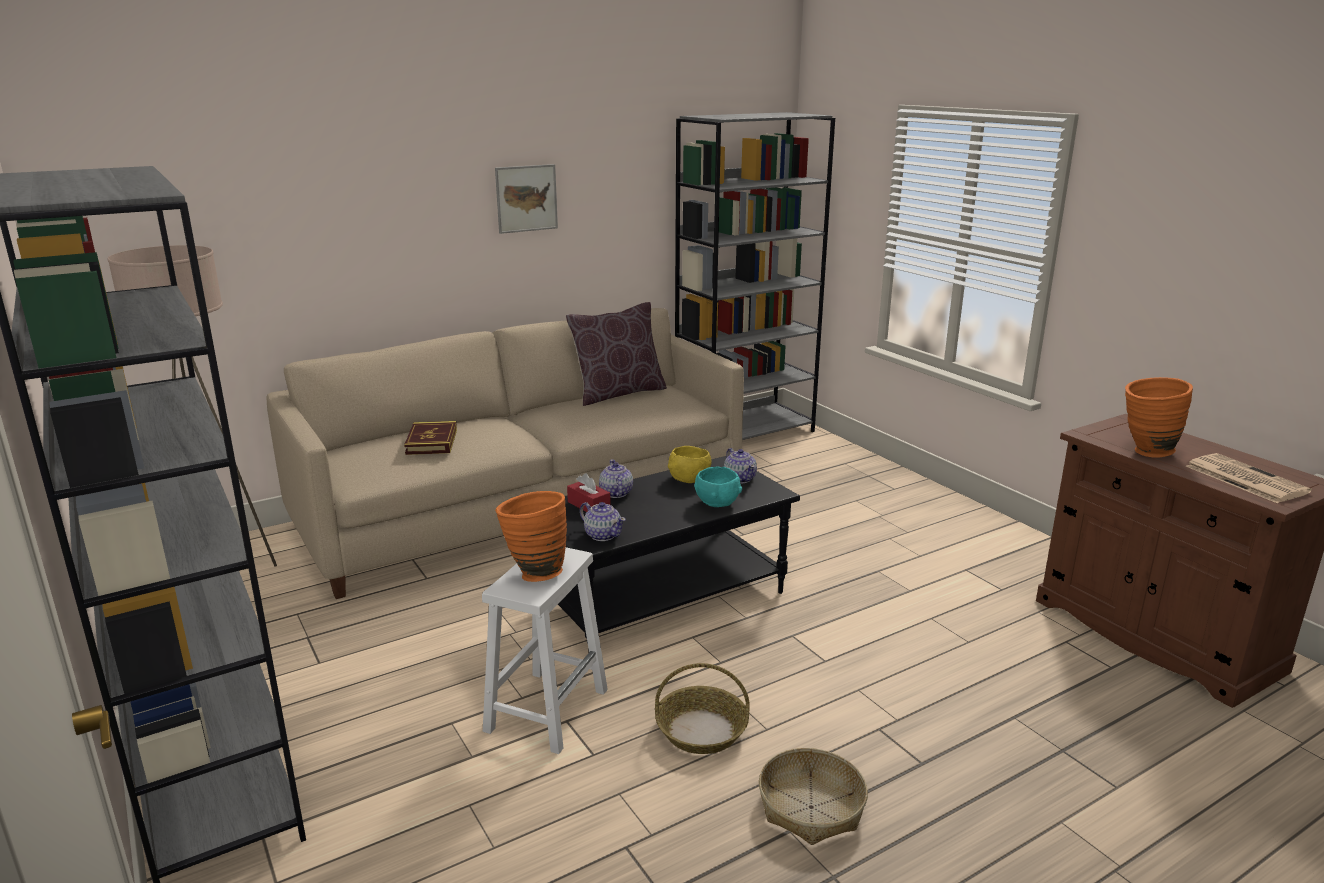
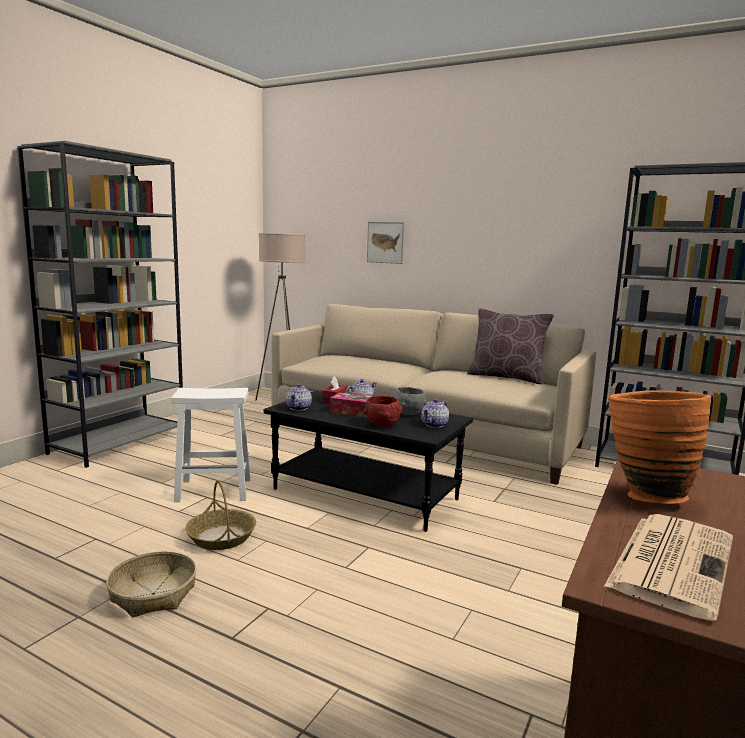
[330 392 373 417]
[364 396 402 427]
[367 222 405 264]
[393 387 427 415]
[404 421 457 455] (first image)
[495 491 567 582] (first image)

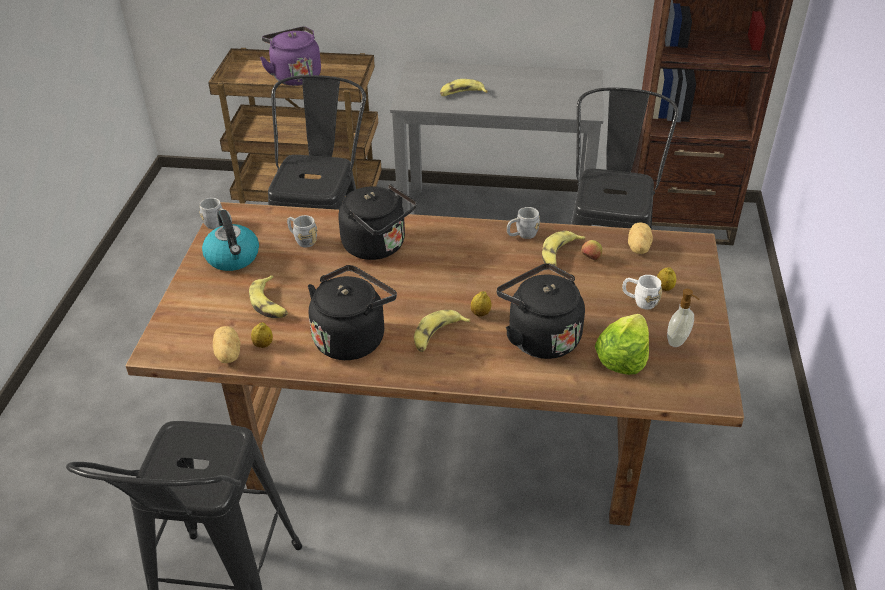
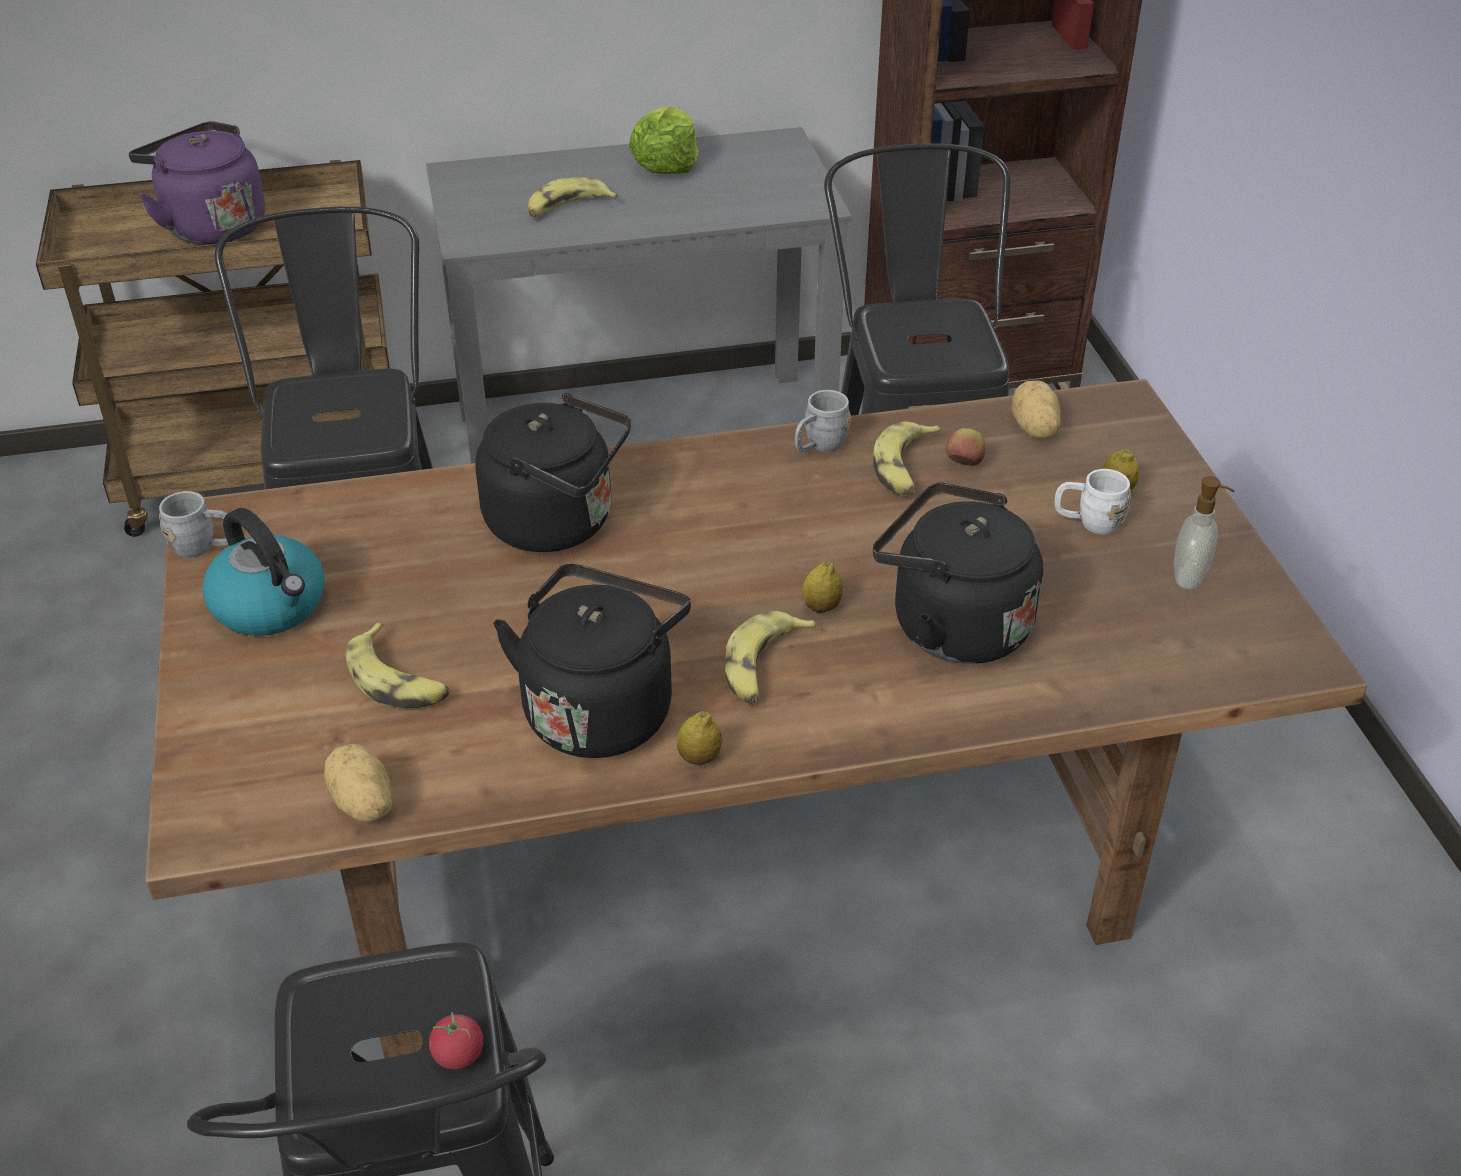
[429 1012 483 1069]
[629 106 699 174]
[677 711 722 765]
[287 215 317 248] (first image)

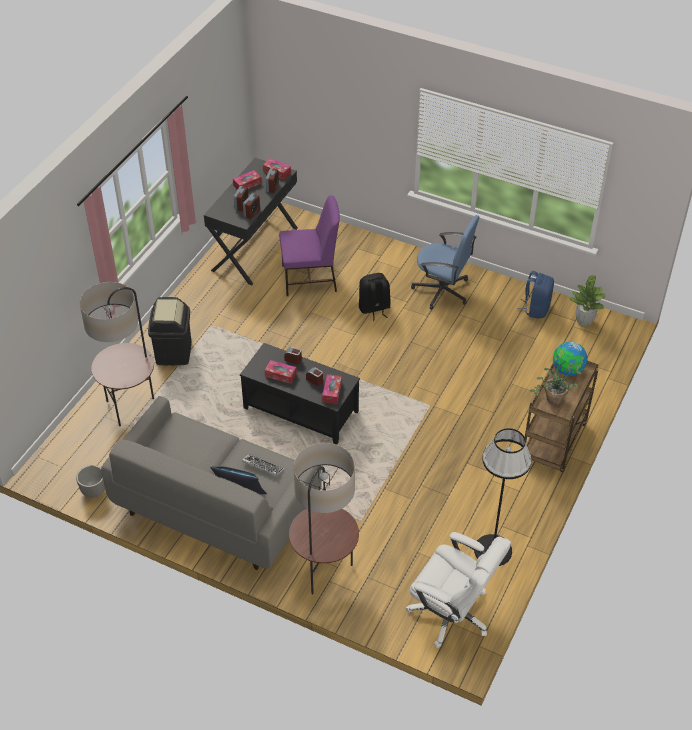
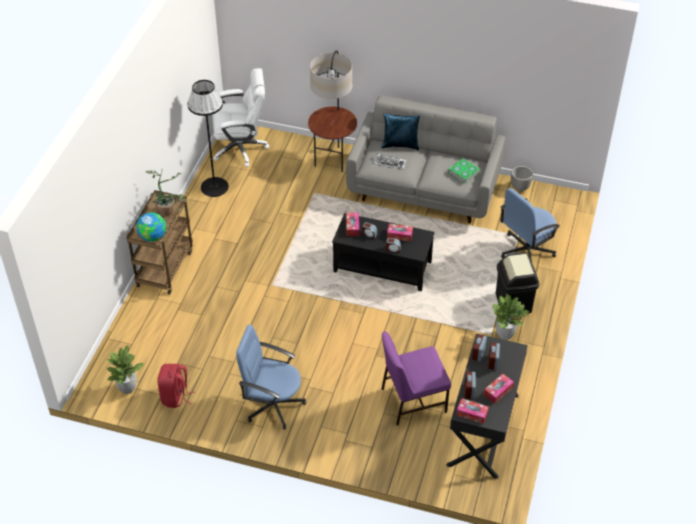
[157 364 195 408]
[212 68 269 167]
[448 158 480 184]
[493 294 529 340]
[500 188 560 262]
[359 273 391 321] (first image)

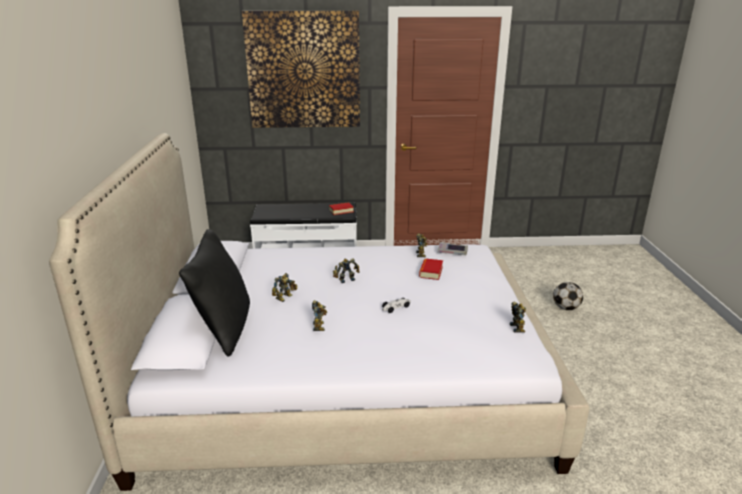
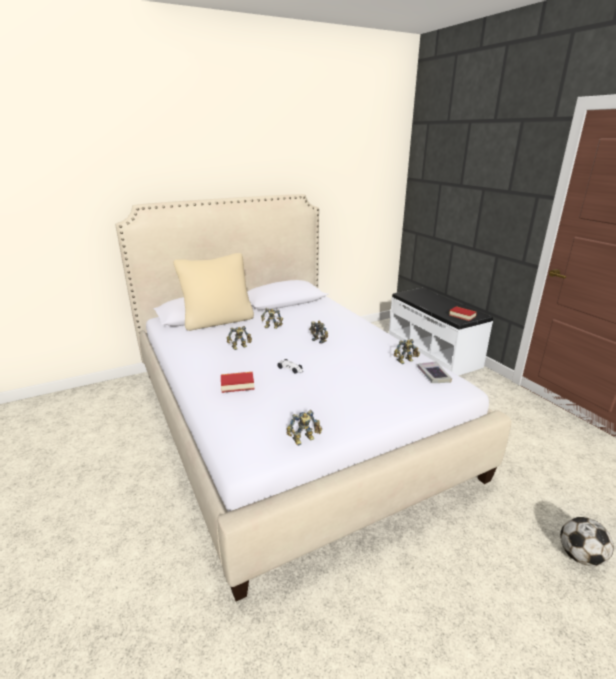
[174 253 254 331]
[221 372 255 393]
[242 11 360 128] (first image)

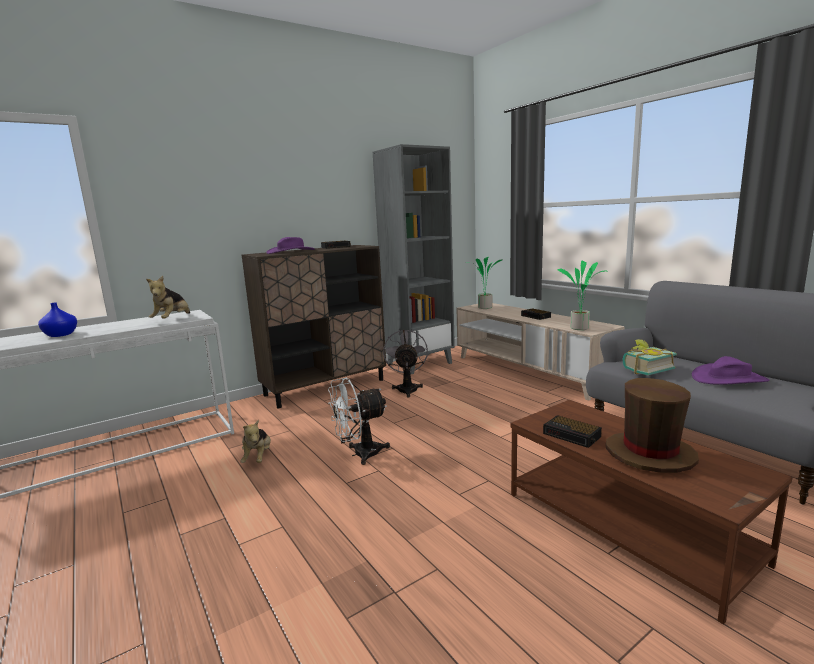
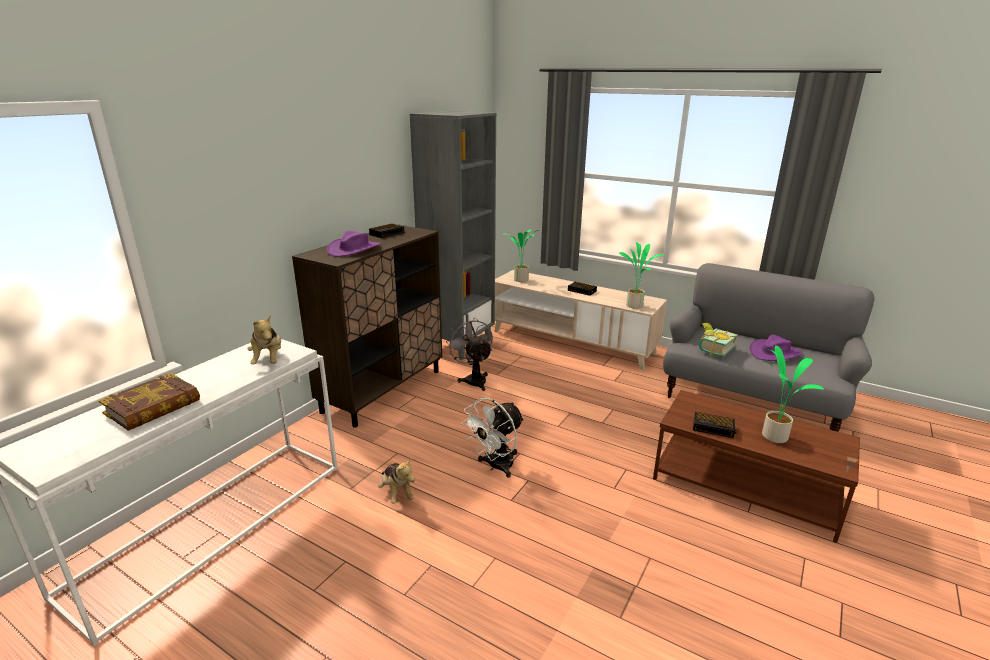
[99 373 200 431]
[762 346 824 443]

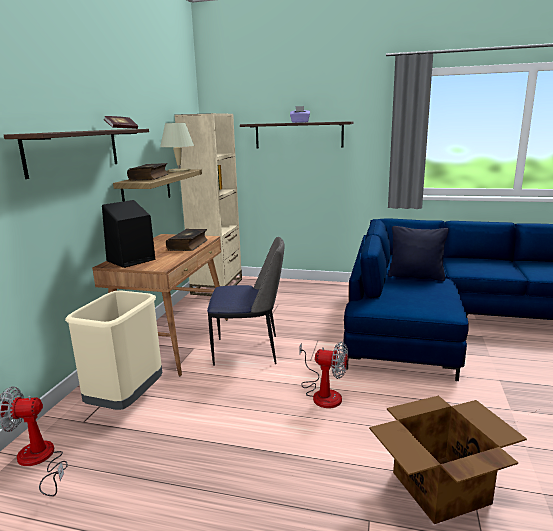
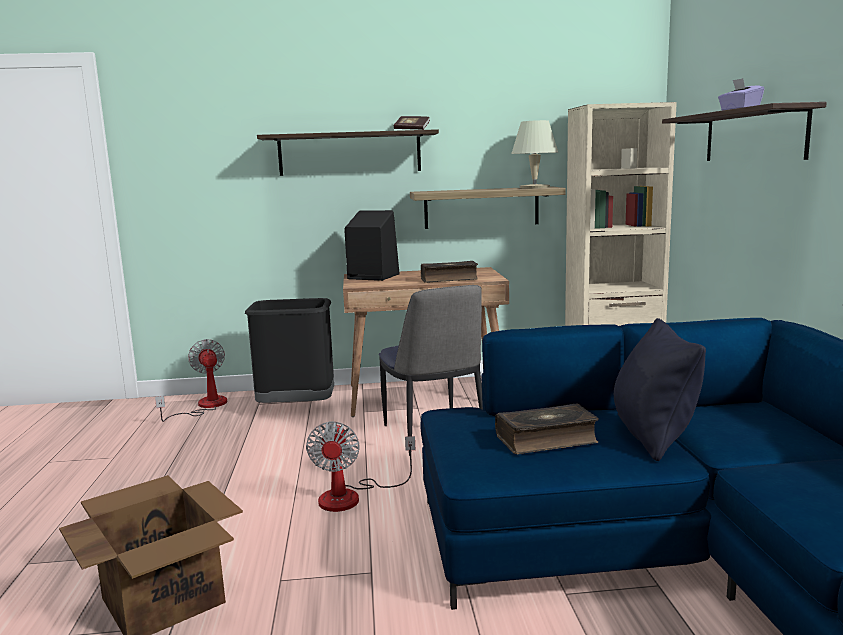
[245 298 334 403]
[495 403 599 454]

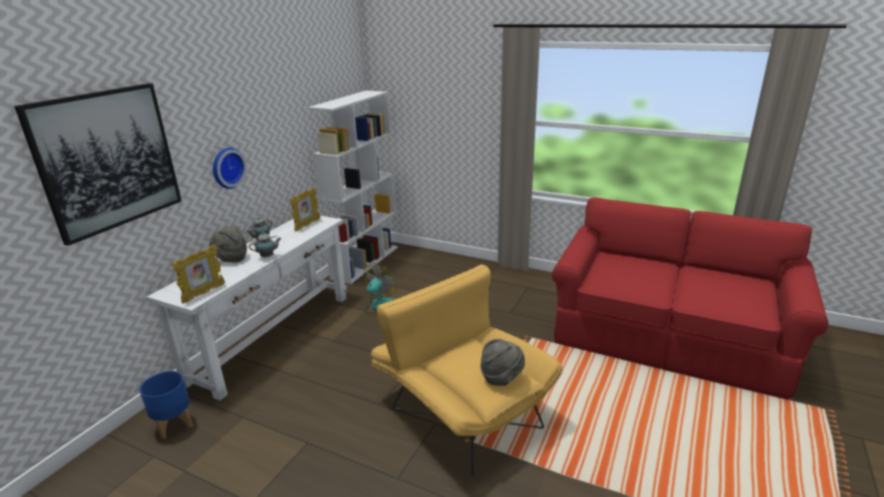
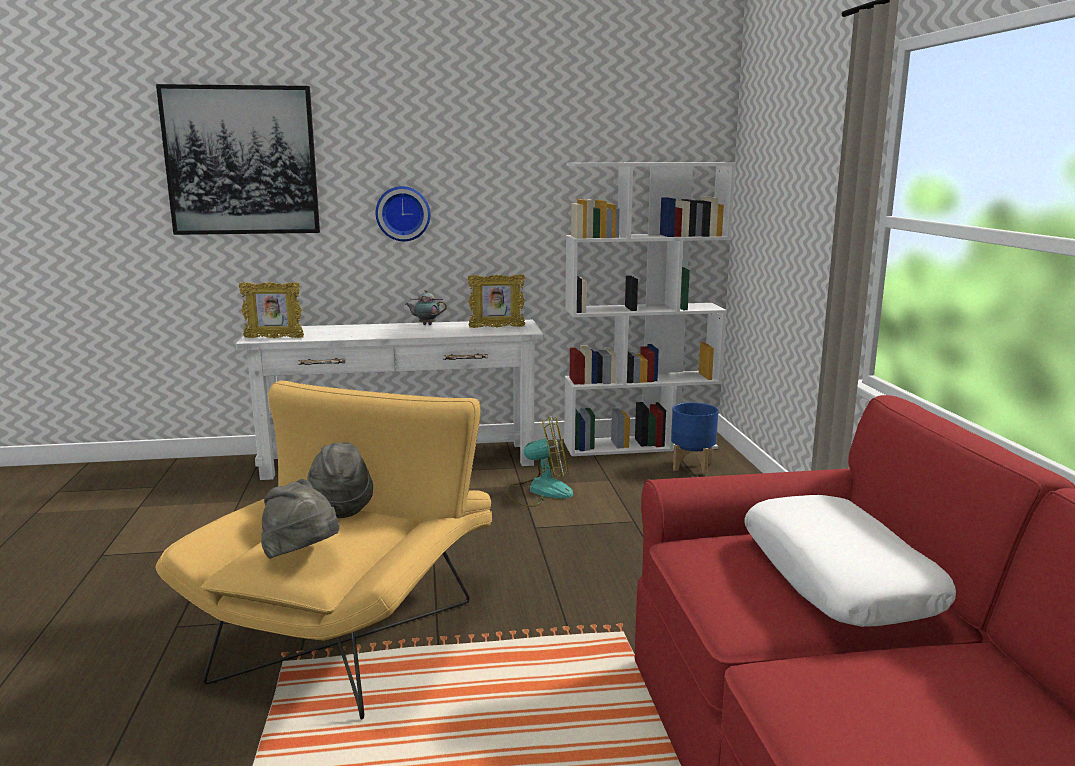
[307 442 373 518]
[671 402 718 475]
[744 495 956 627]
[249 232 281 258] (first image)

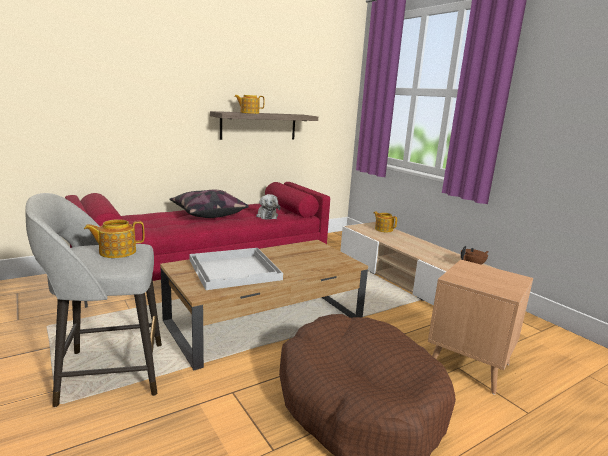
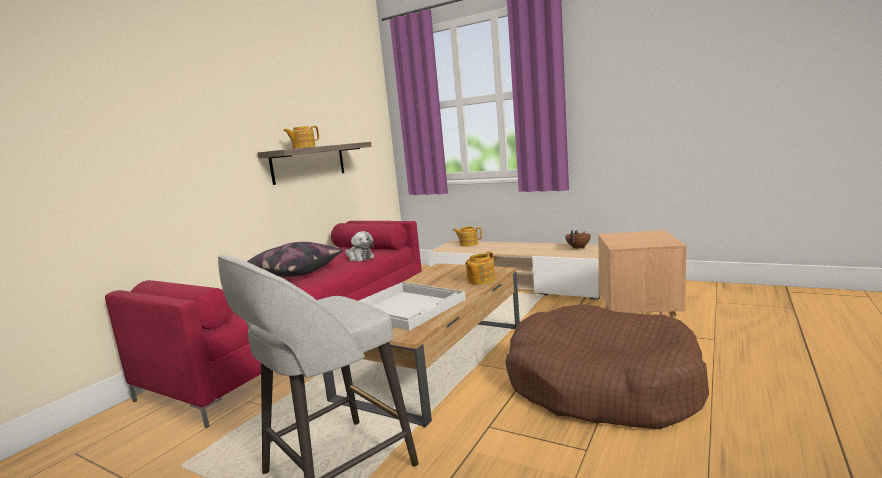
[465 252 495 285]

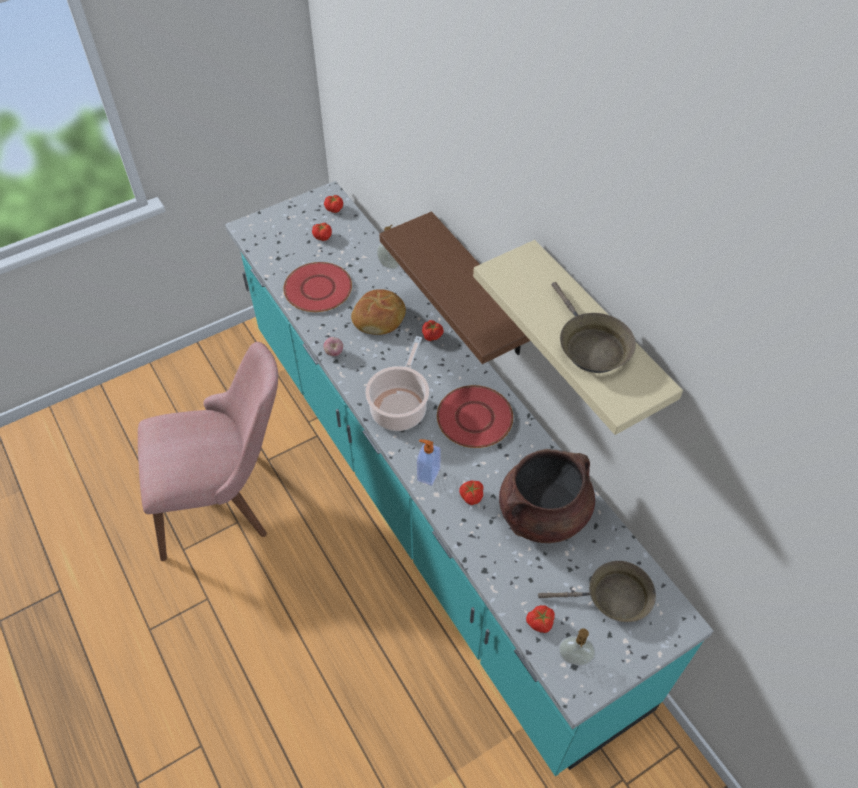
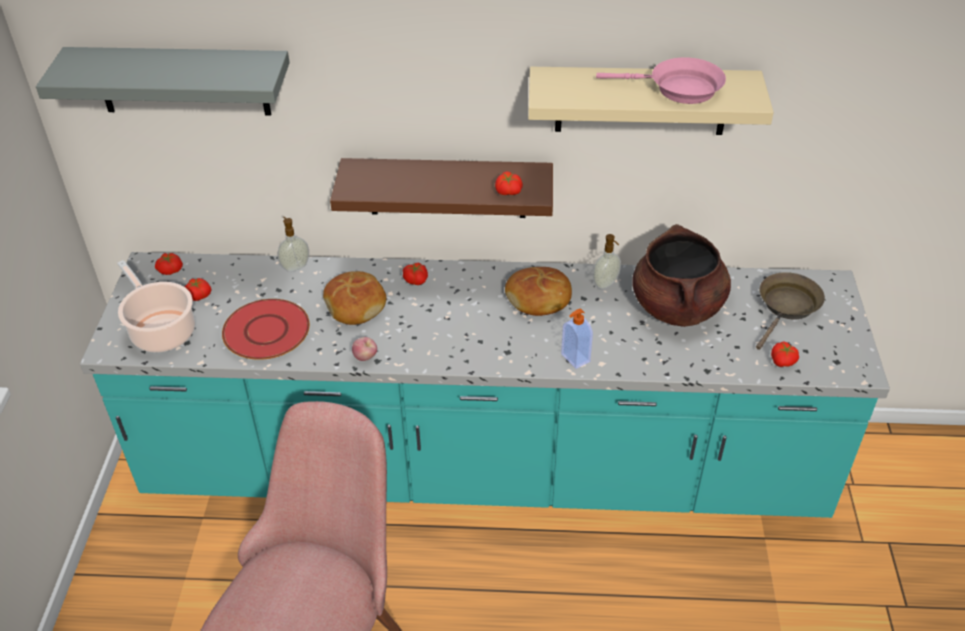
[36 47 290 116]
[117 260 195 352]
[495 171 523 195]
[505 267 572 316]
[593 234 621 289]
[596 57 726 104]

